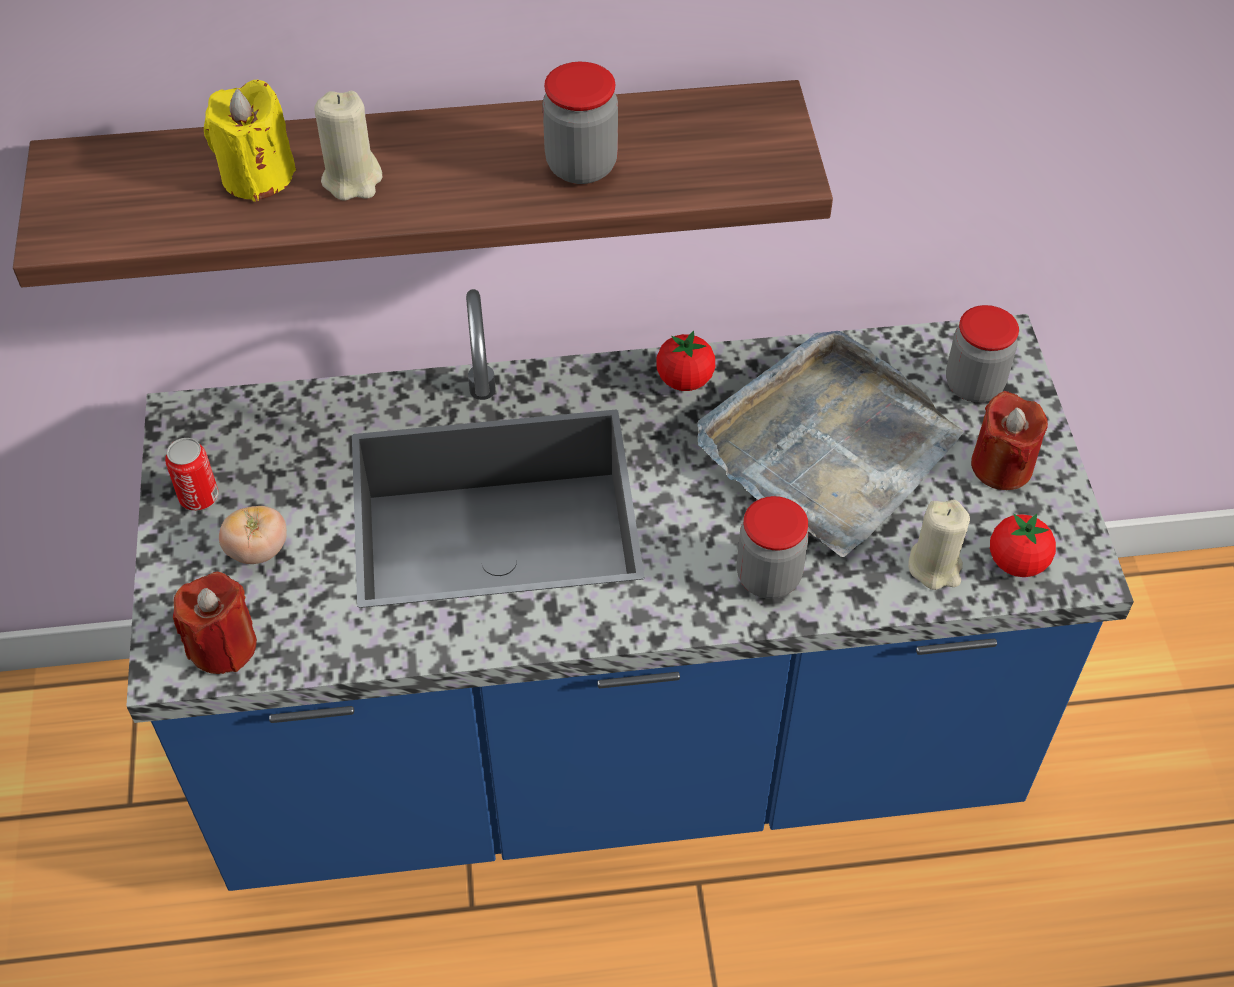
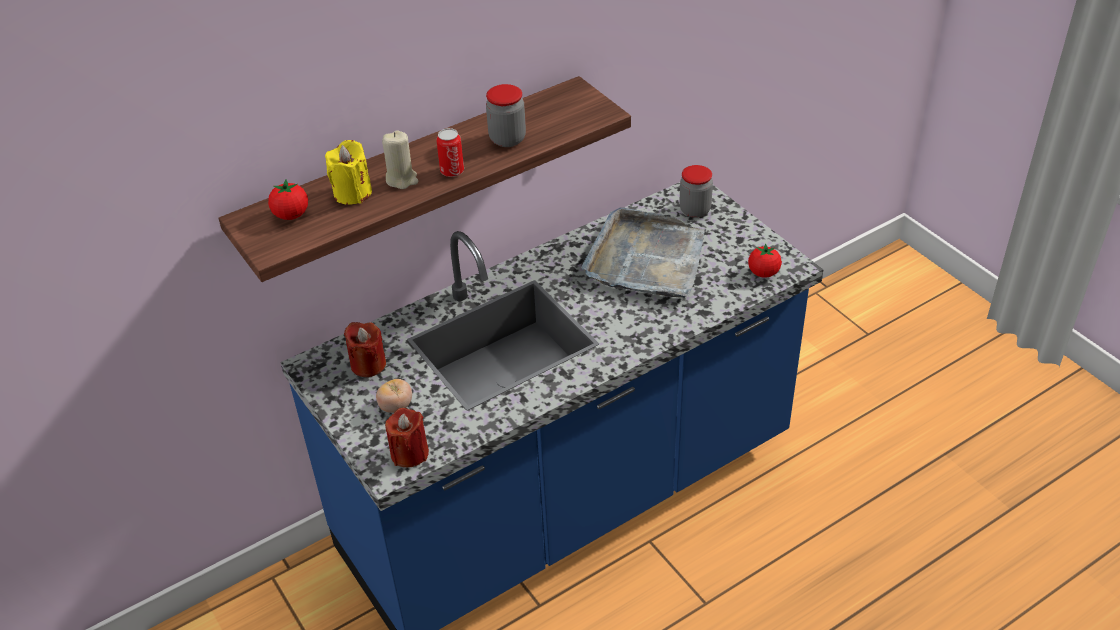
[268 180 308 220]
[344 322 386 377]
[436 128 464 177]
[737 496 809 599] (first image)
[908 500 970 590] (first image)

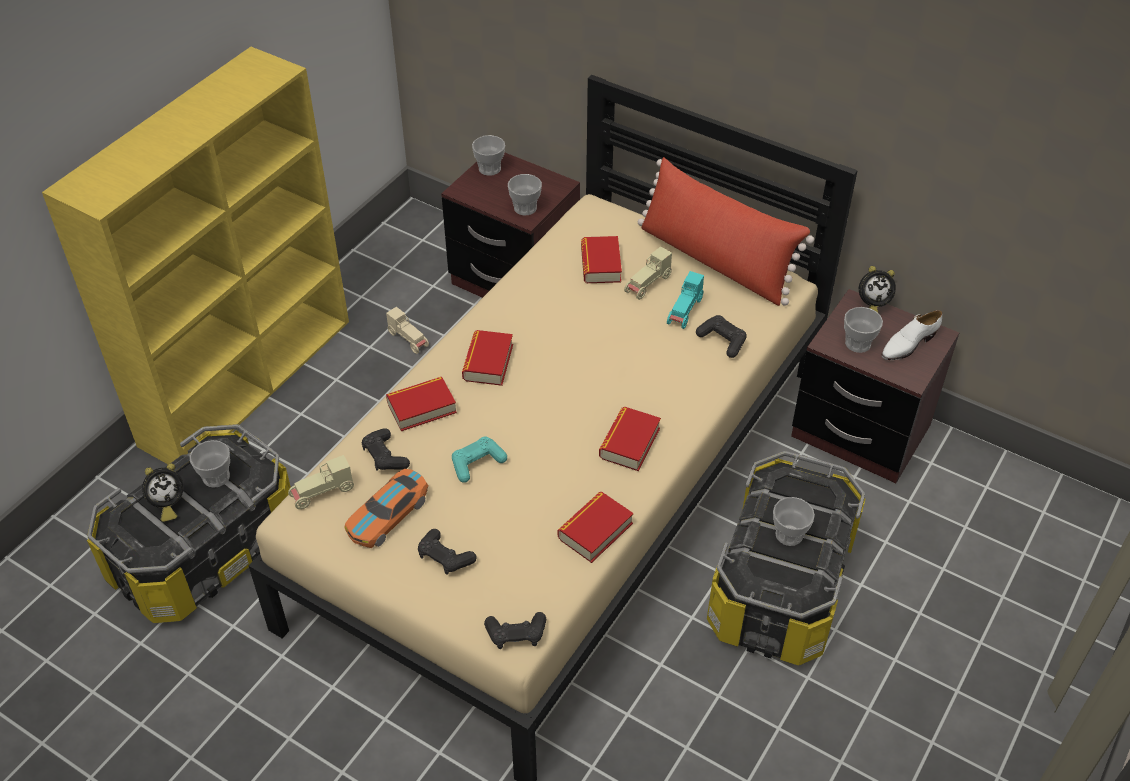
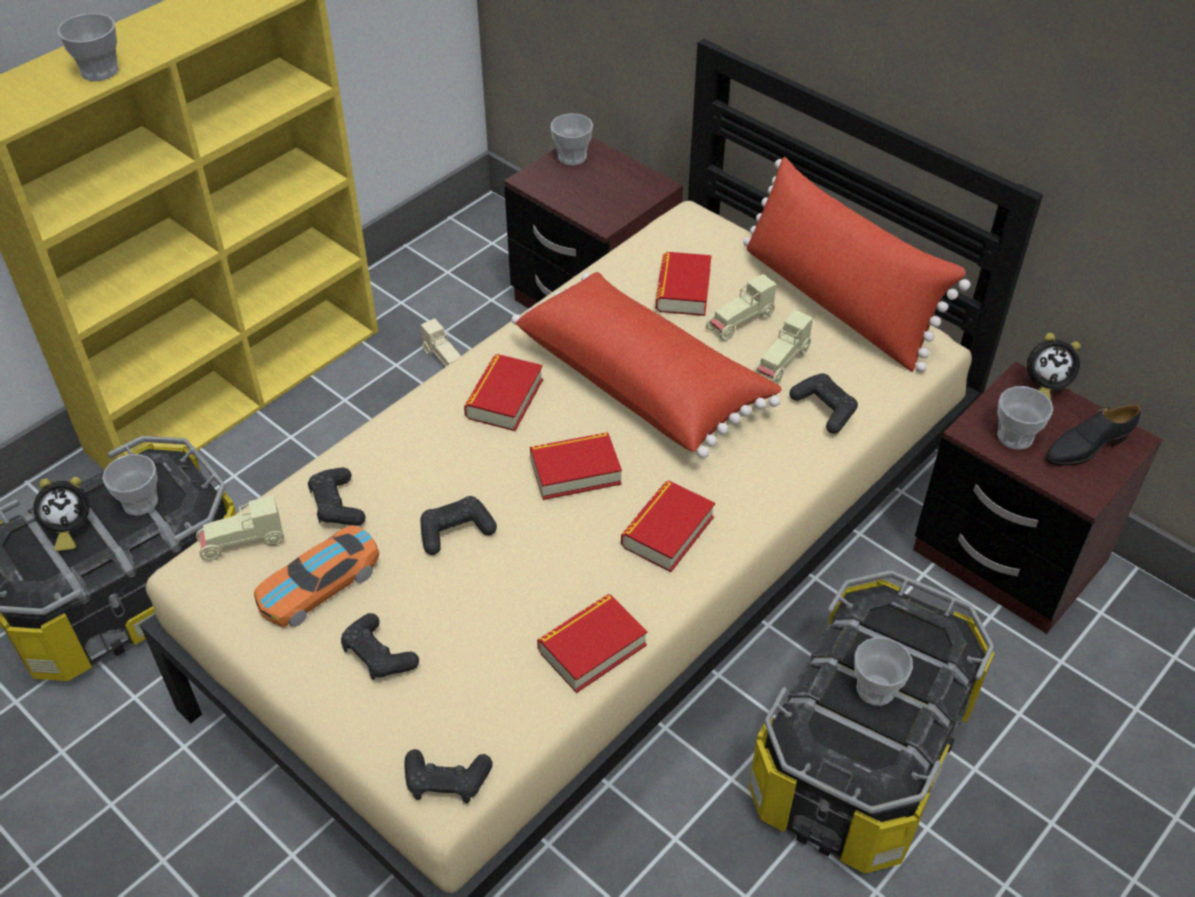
[58 13 119 81]
[420 496 497 555]
[512 272 782 458]
[530 432 622 500]
[754 310 813 384]
[1046 404 1141 466]

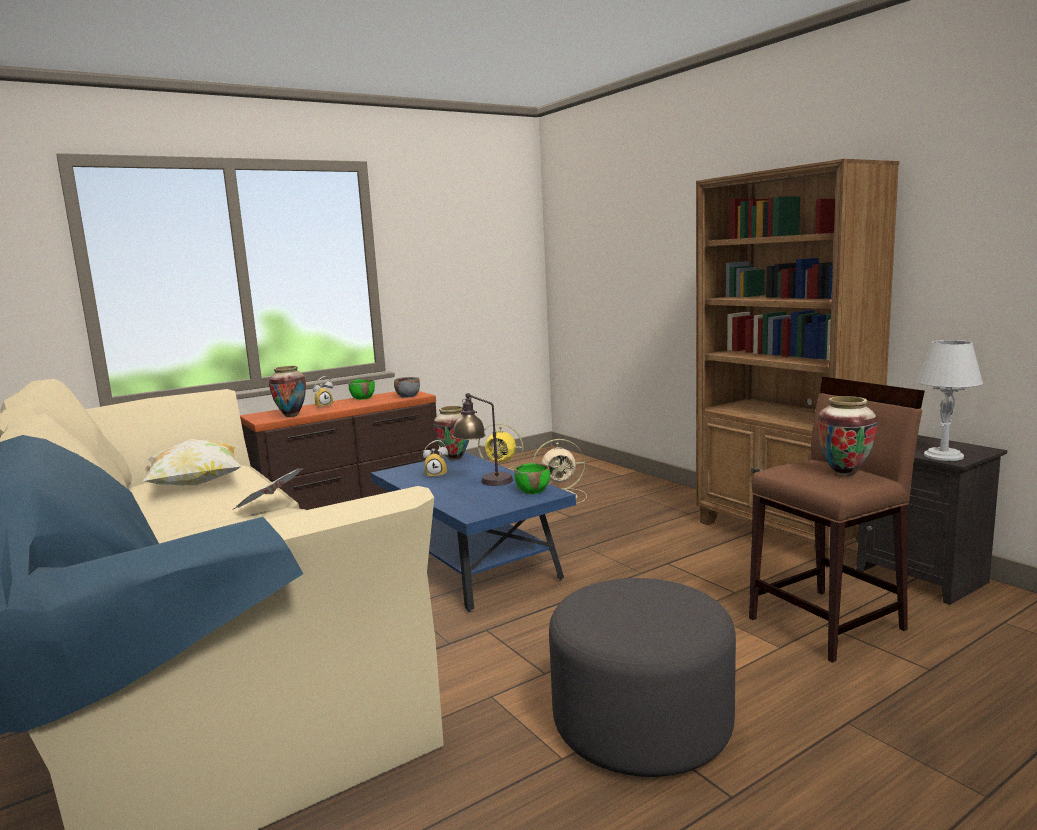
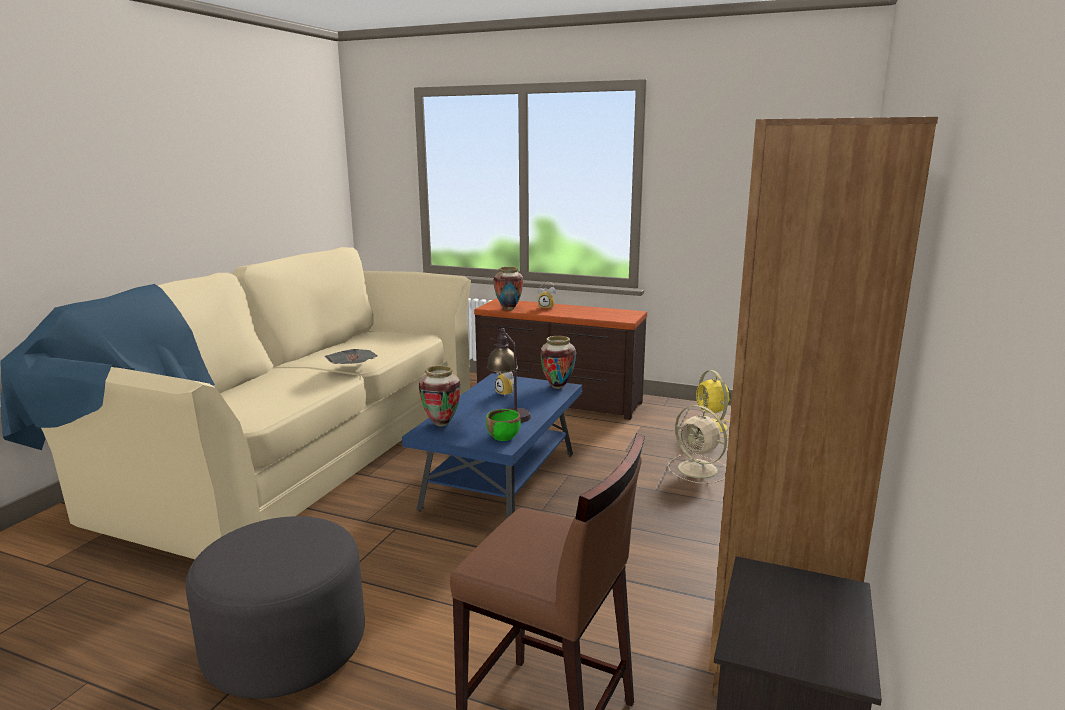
[419 365 461 426]
[143 439 243 485] (first image)
[349 379 375 400] (first image)
[394 377 420 398] (first image)
[916 340 983 461] (first image)

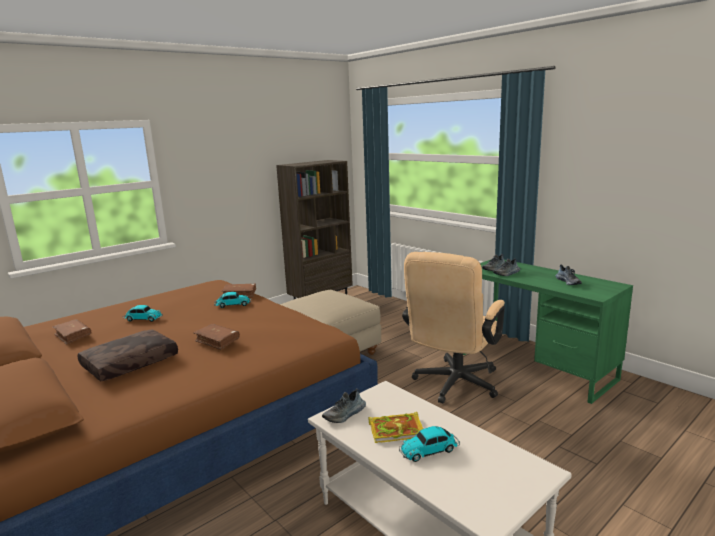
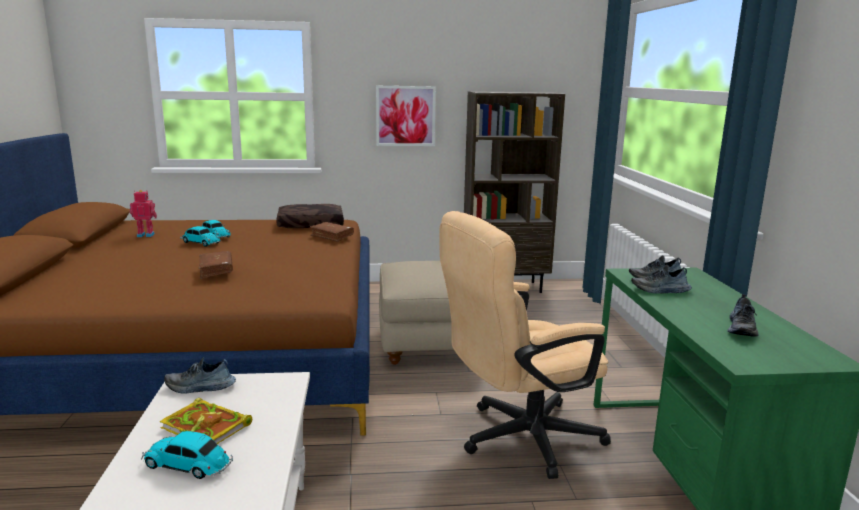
[130 190 157 237]
[180 226 221 247]
[276 204 344 228]
[376 86 436 146]

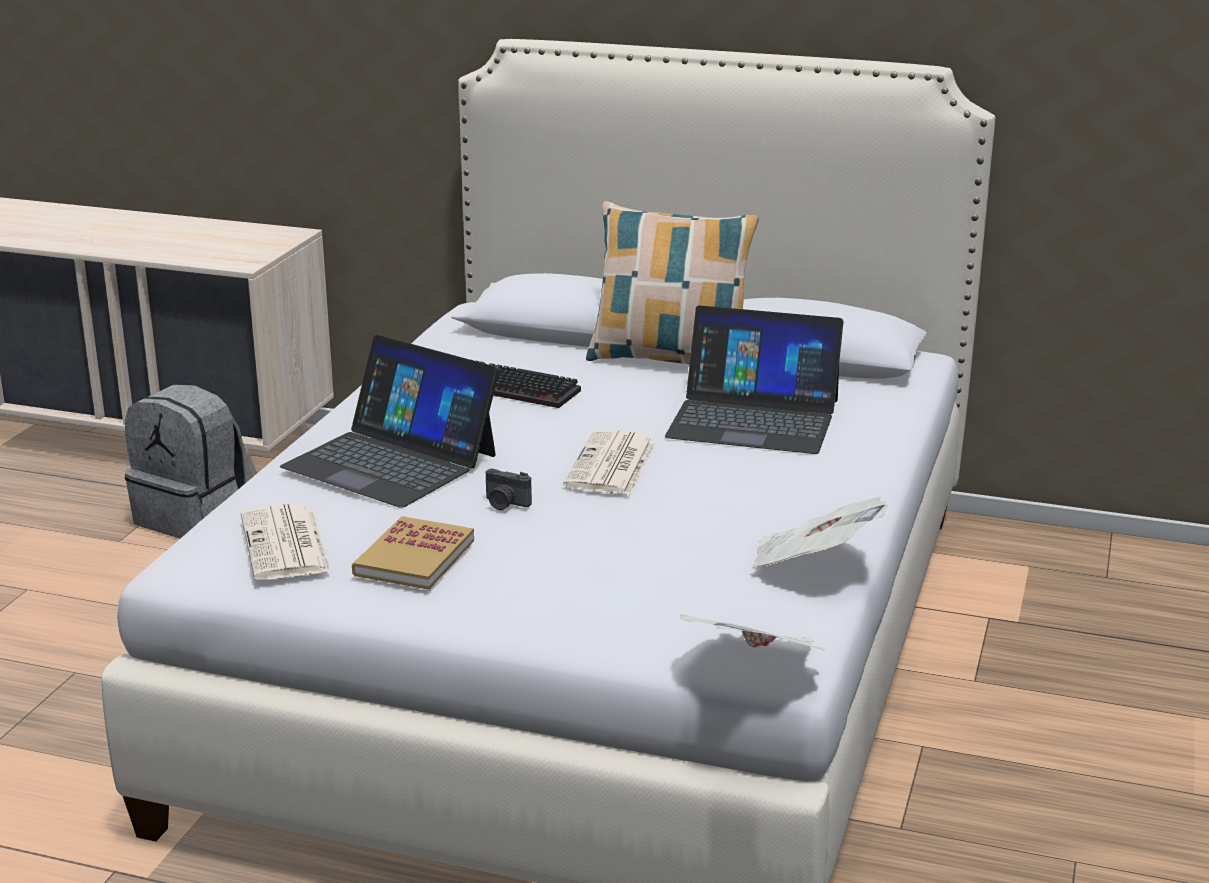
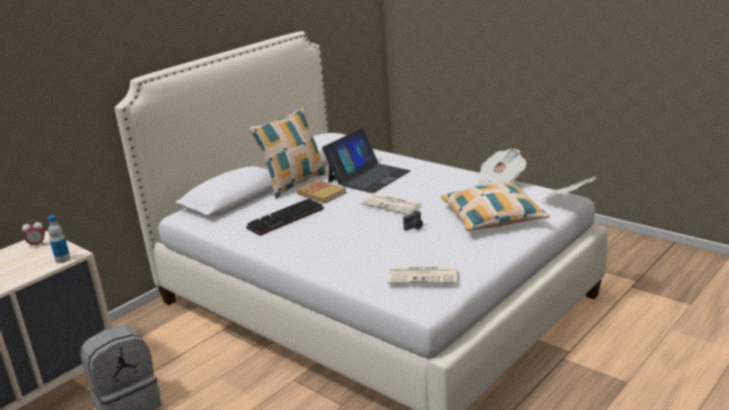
[22 220 45 247]
[47 215 71 263]
[297 180 346 203]
[440 183 550 231]
[280 335 499 508] (first image)

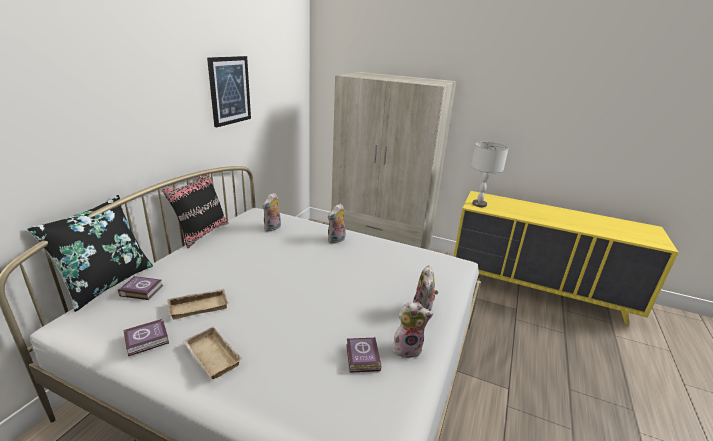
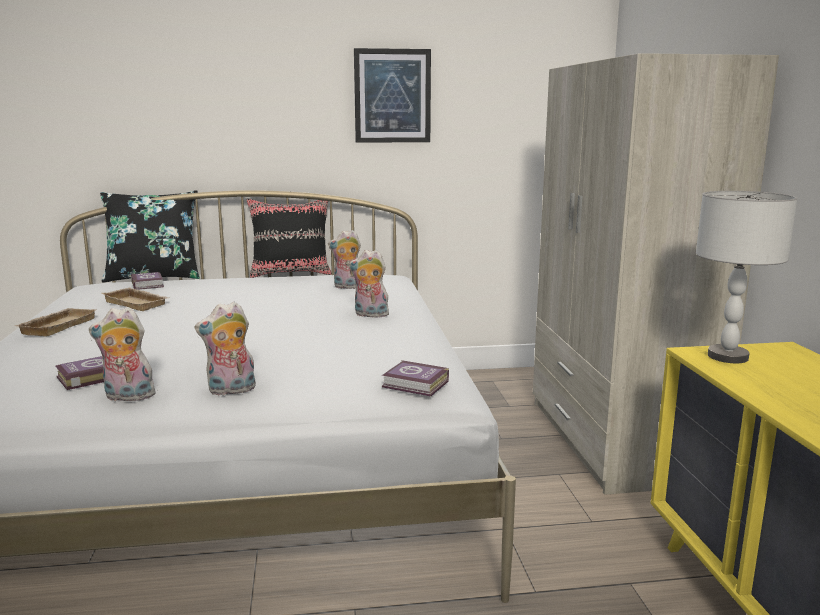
[89 307 156 401]
[382 360 449 397]

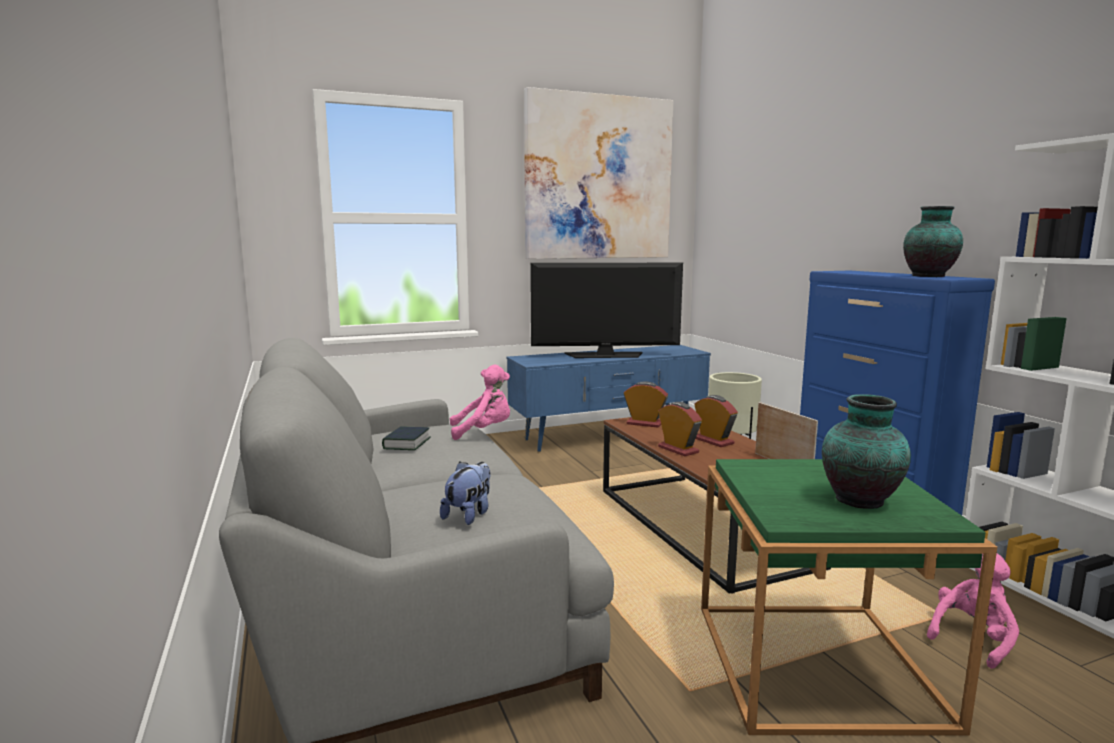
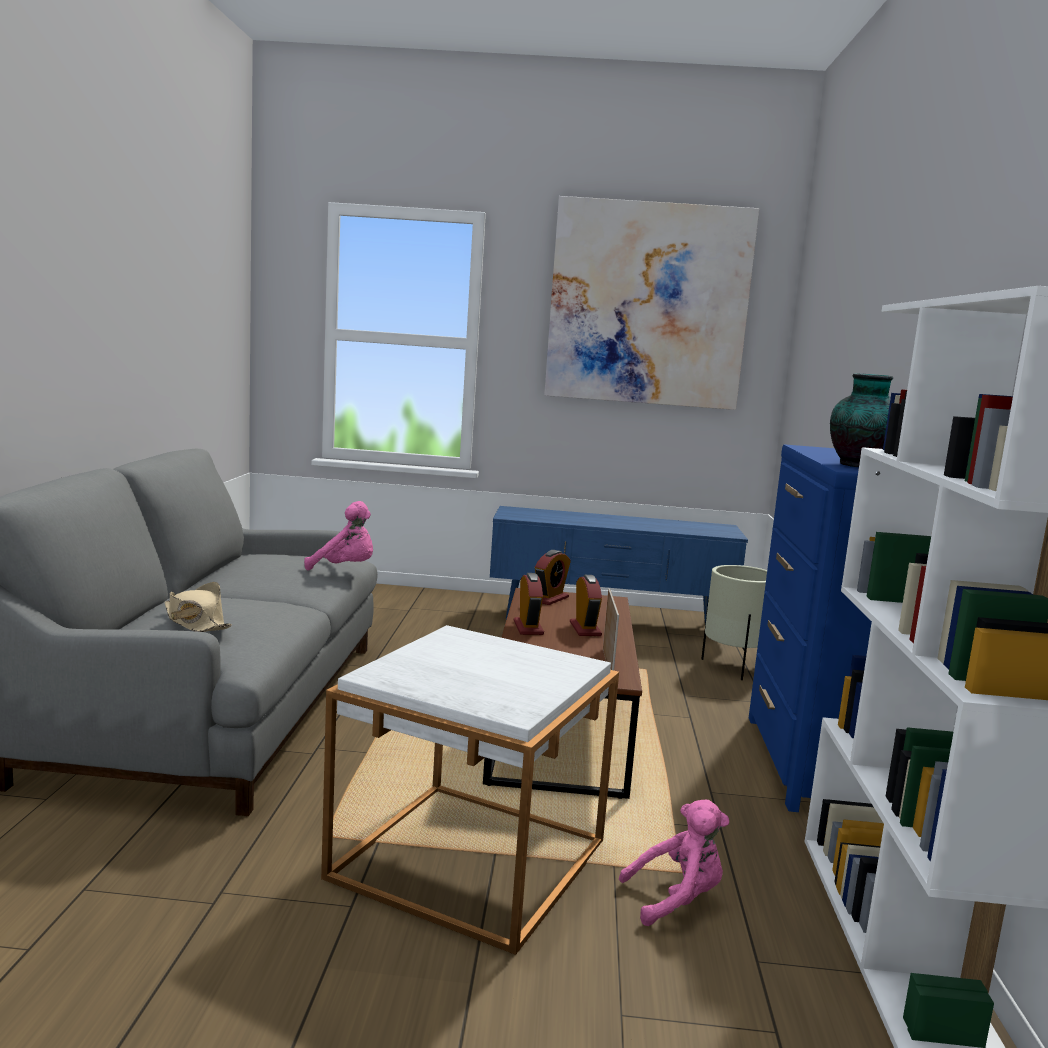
[165 582 232 632]
[321 625 619 955]
[535 550 571 605]
[382 426 431 450] (first image)
[530 263 683 358] (first image)
[822 394 911 509] (first image)

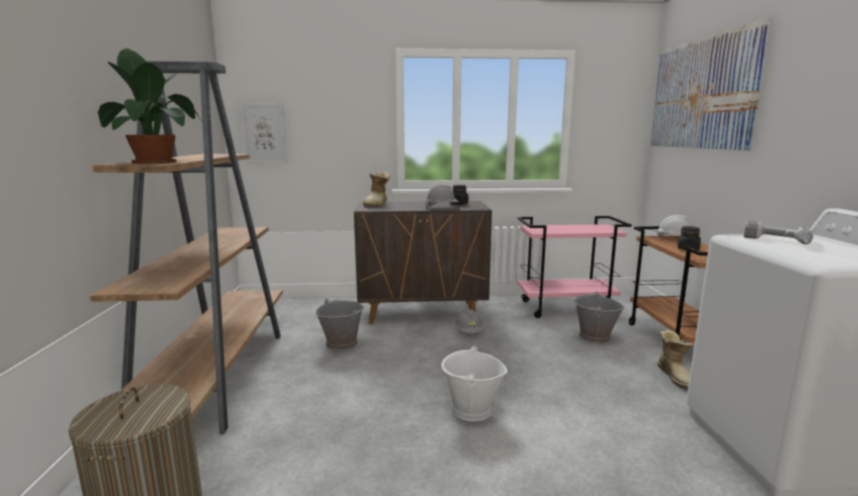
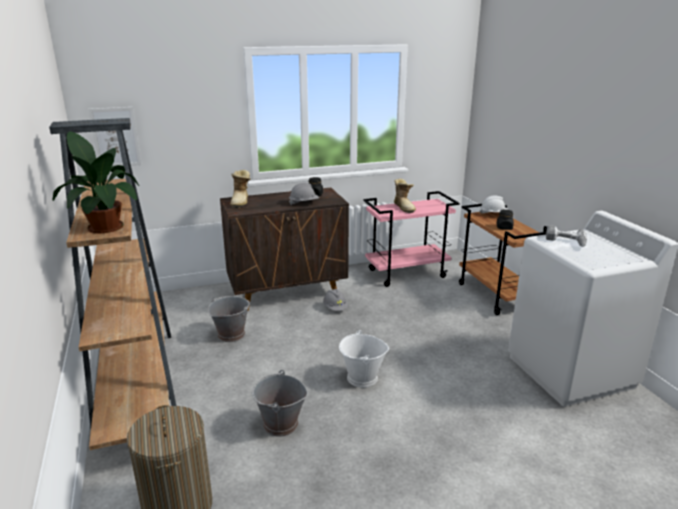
[252 370 308 437]
[394 179 416 213]
[650 18 772 151] (first image)

